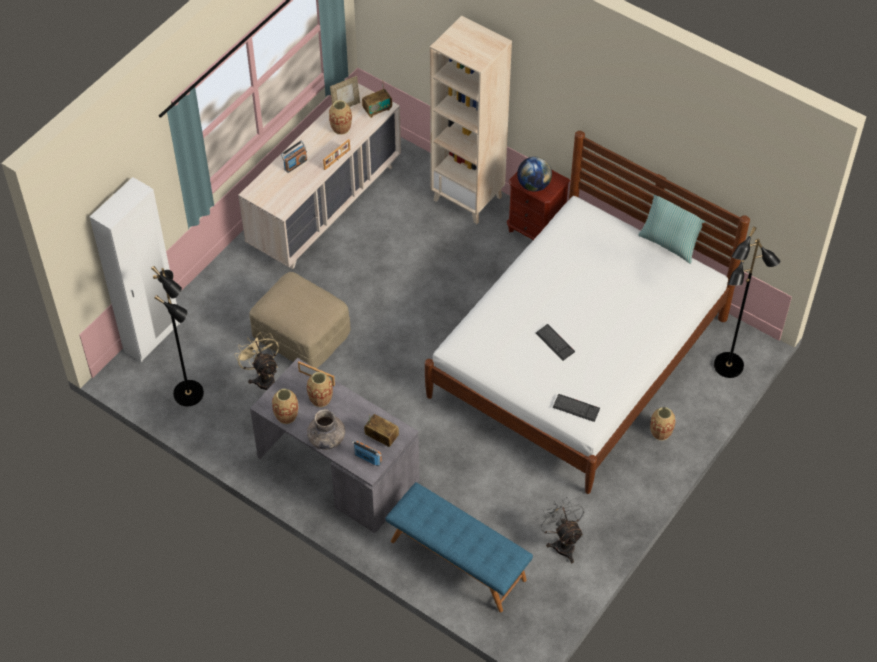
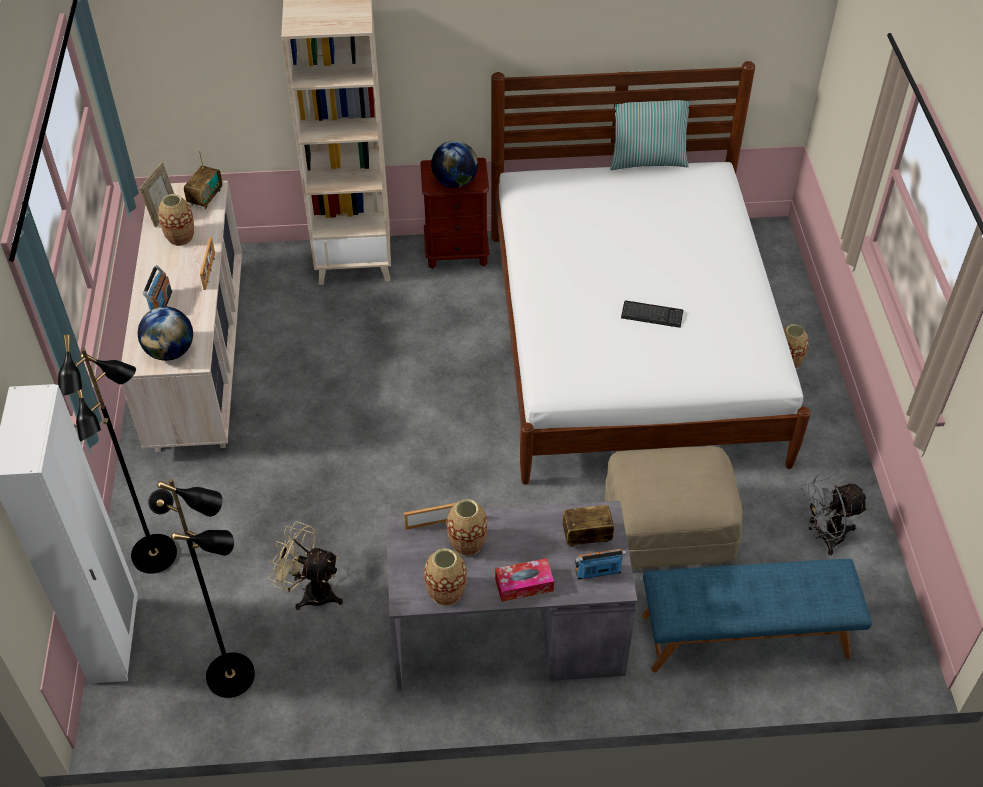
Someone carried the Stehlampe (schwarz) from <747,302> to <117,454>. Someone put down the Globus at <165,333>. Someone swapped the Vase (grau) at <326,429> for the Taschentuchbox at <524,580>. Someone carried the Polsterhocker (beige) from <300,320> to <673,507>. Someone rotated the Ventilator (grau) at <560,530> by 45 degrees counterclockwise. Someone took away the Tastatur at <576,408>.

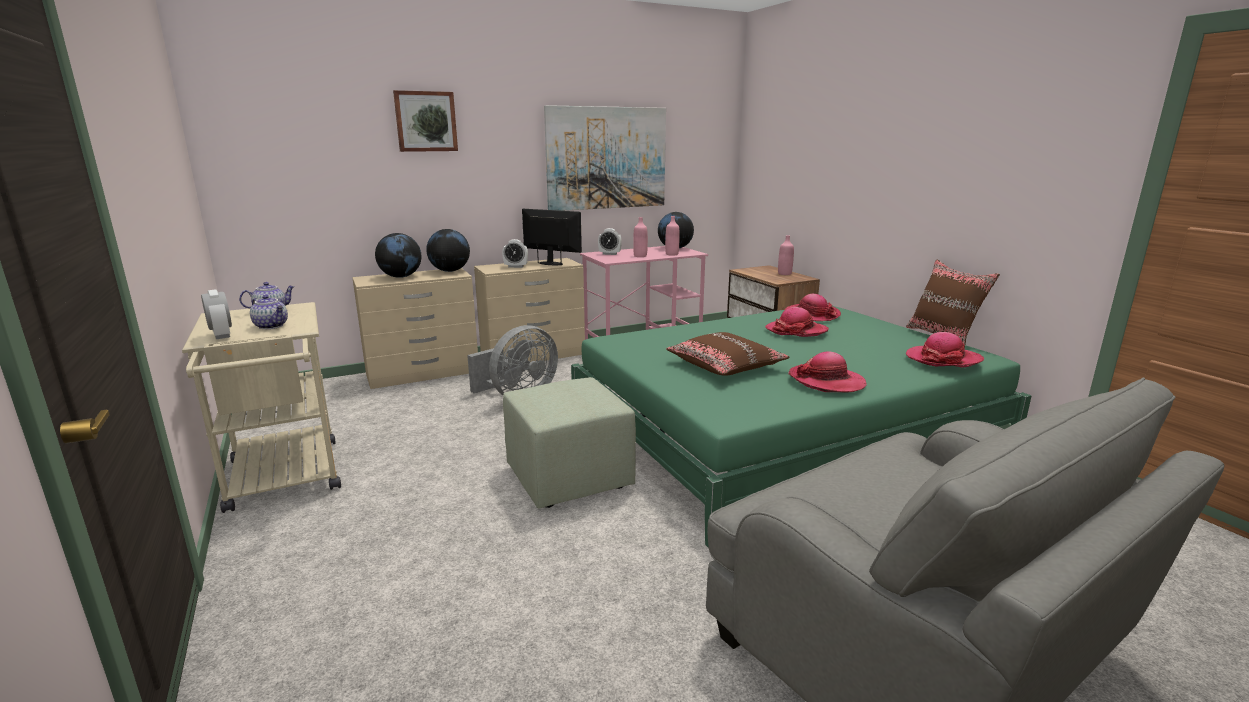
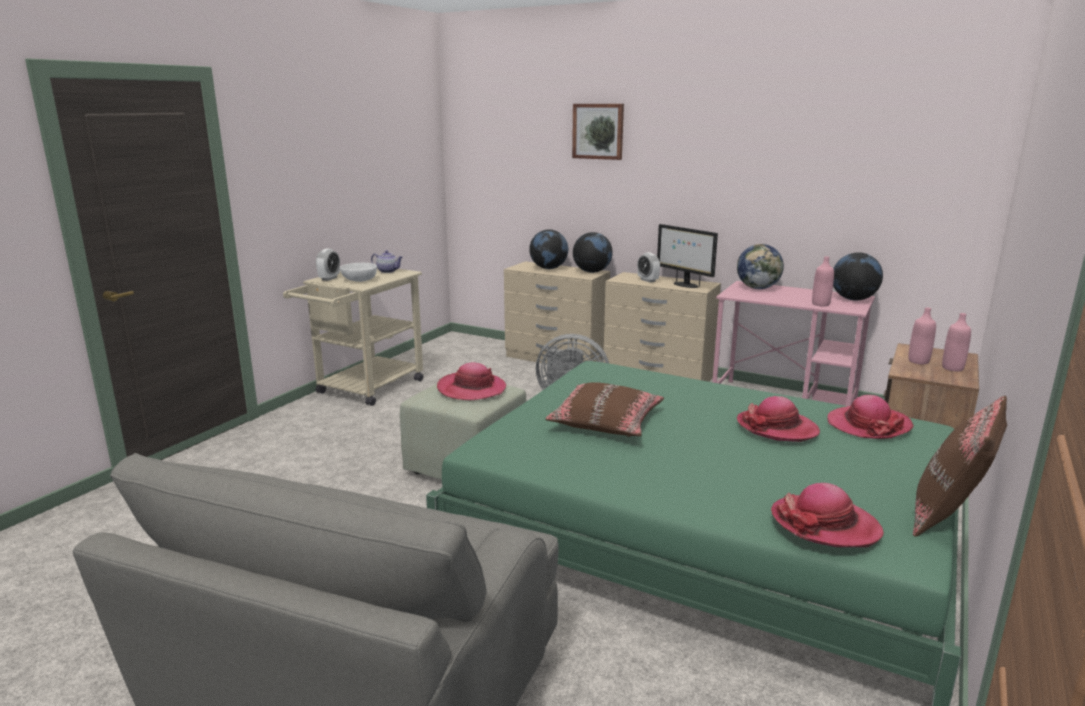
Someone swapped the Teekanne at <269,312> for the Schüssel (weiß) at <358,272>. Someone carried the Hut from <827,372> to <471,381>. Someone rotated the Monitor at <552,237> by 150 degrees clockwise. Someone swapped the Wecker at <610,241> for the Globus at <760,266>. Someone carried the Flasche (rosa) from <640,237> to <922,336>. Someone took away the Bild at <605,158>.

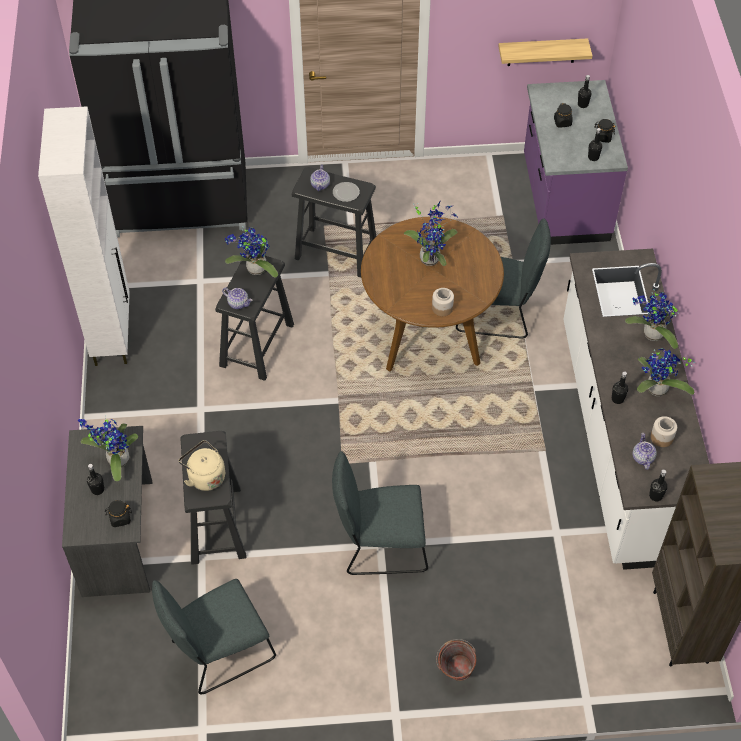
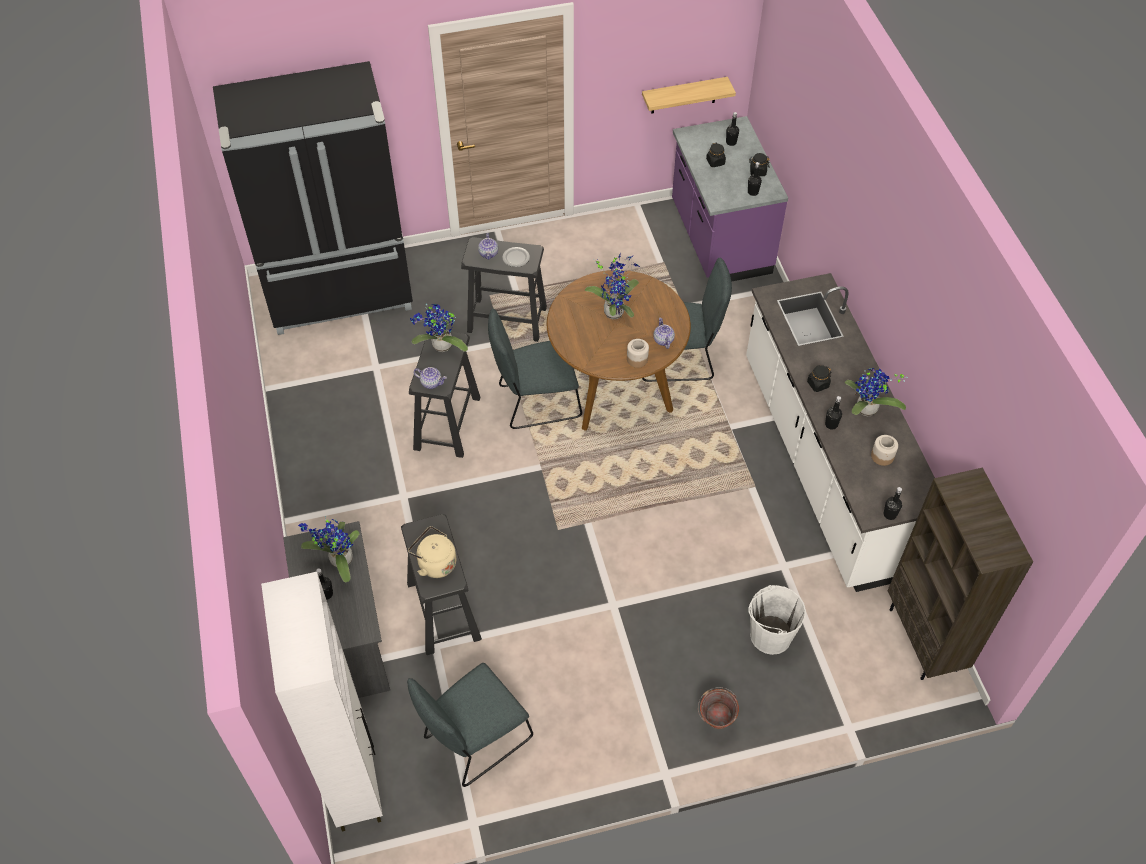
Someone carried the Schrank (weiß) from <84,236> to <322,701>. Someone carried the Stuhl (grau) from <380,513> to <535,369>. Someone carried the Teekanne from <645,451> to <664,333>. Someone put down the Eimer (weiß) at <777,620>. Someone carried the Vorratsglas (schwarz) from <118,513> to <819,378>. Someone took away the Topfpflanze at <652,319>.

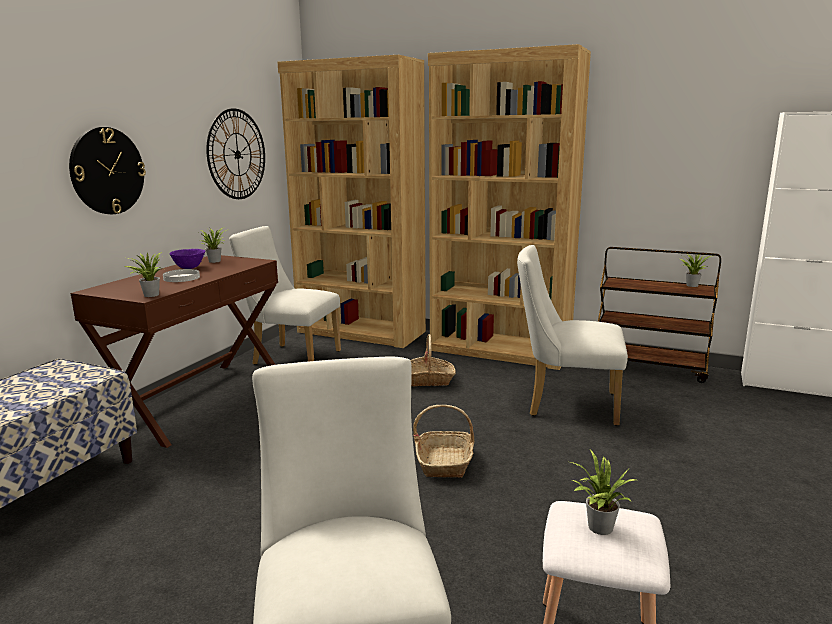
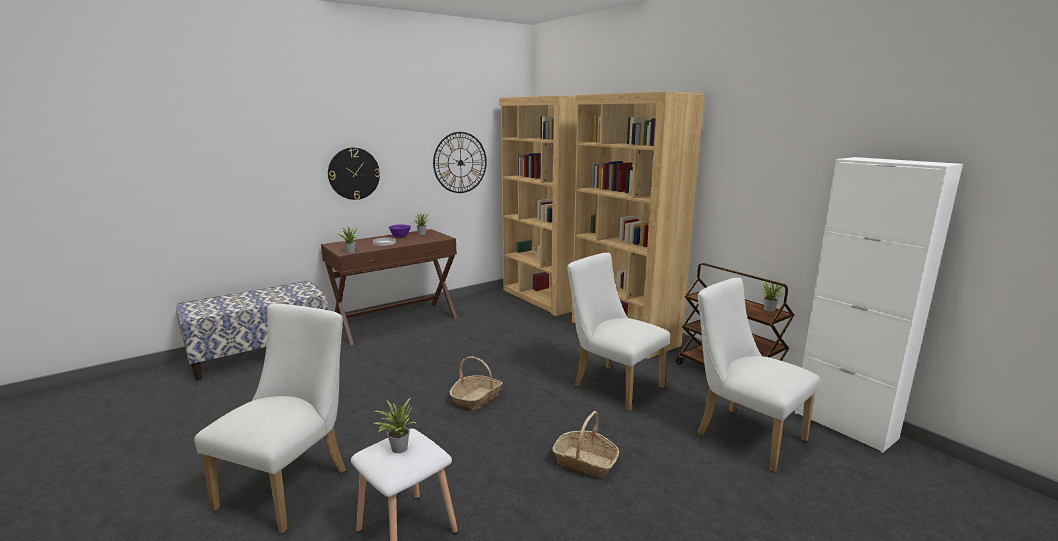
Someone carried the Korb from <433,360> to <585,444>. Someone carried the Stuhl (weiß) from <285,295> to <759,375>.

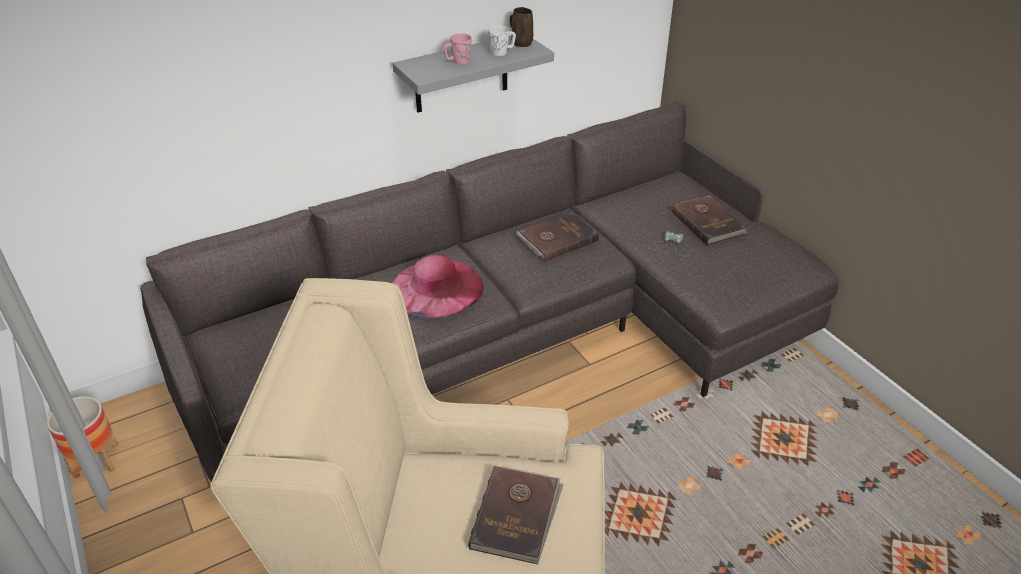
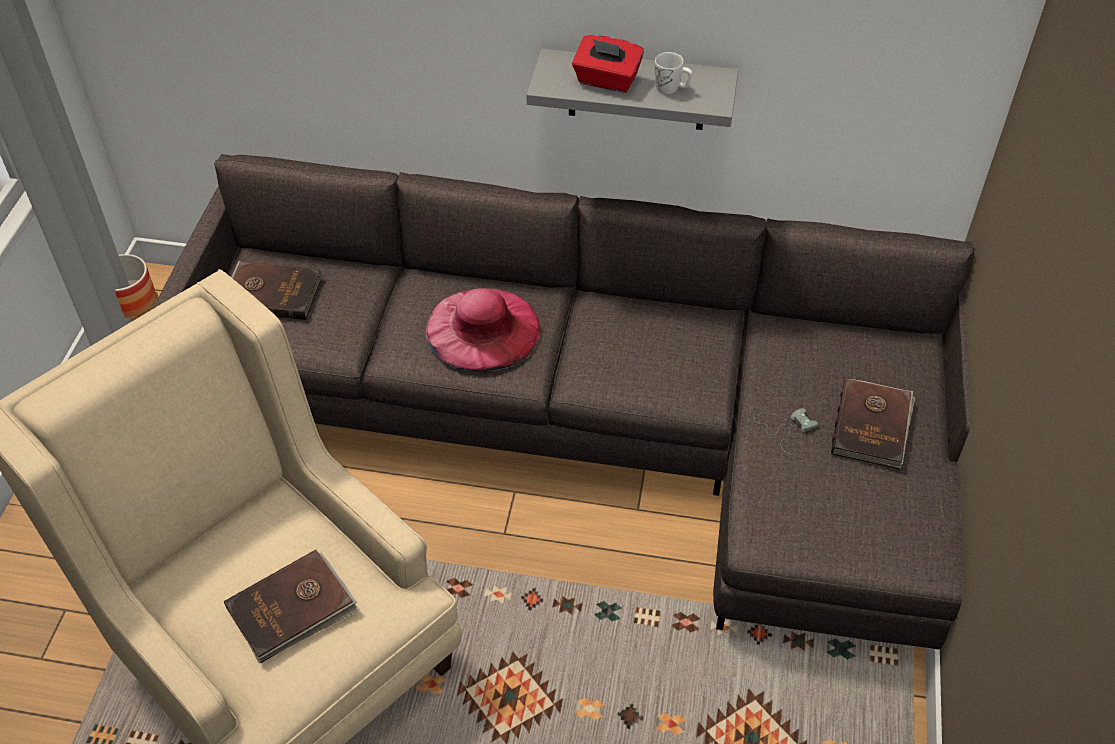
Someone carried the Buch (braun) from <557,236> to <277,290>. Someone swapped the Henkelbecher (rosa) at <457,49> for the Taschentuchbox (rot) at <608,64>. Someone took away the Henkelbecher (braun) at <521,27>.

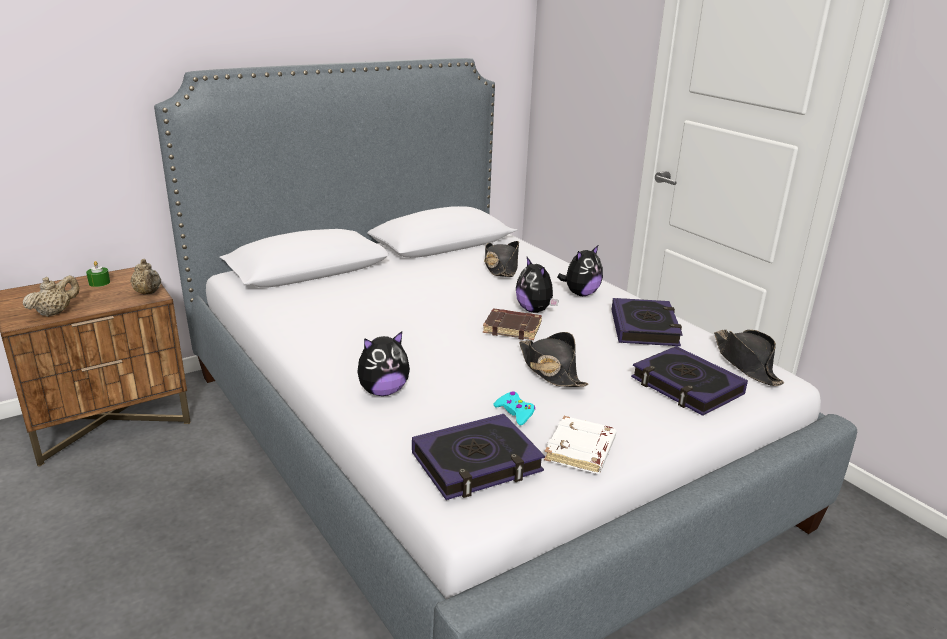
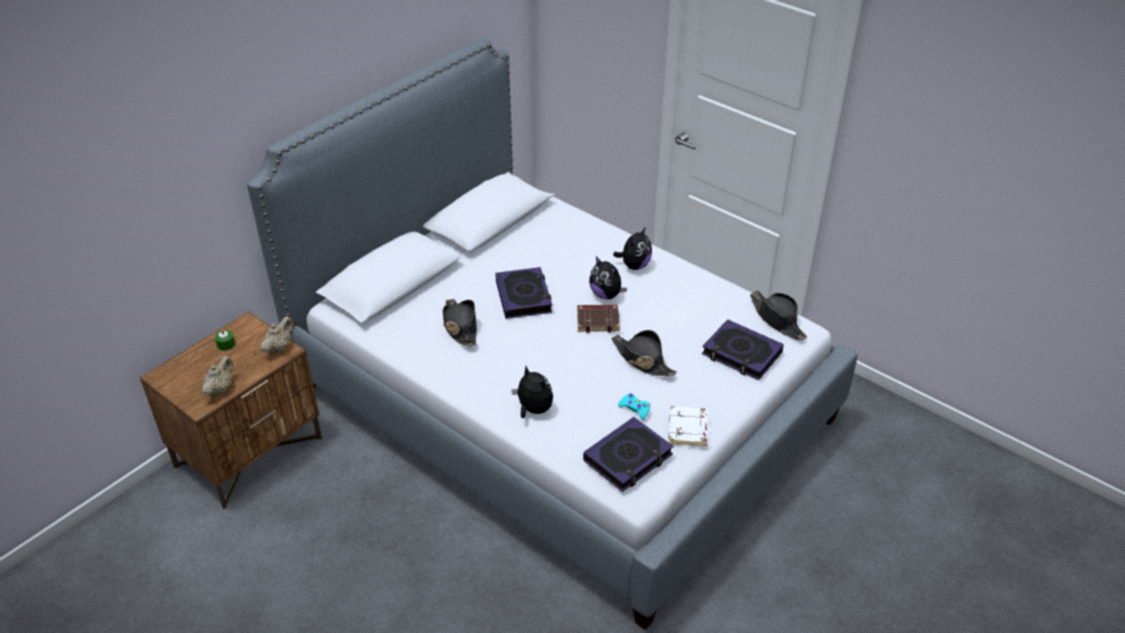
Someone rotated the Teekanne (beige) at <145,276> by 105 degrees counterclockwise. Someone carried the Hut (schwarz) from <501,259> to <459,323>. Someone carried the Buch from <647,322> to <523,293>. Someone rotated the Plüschtier at <383,363> by 90 degrees counterclockwise.

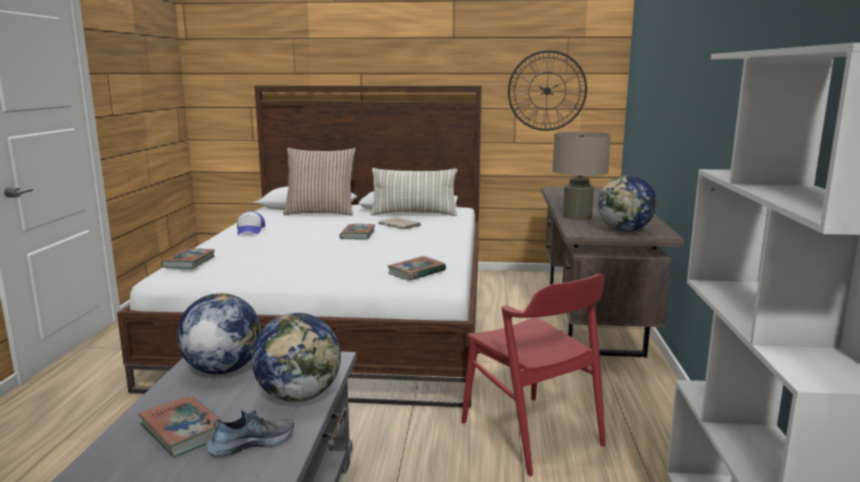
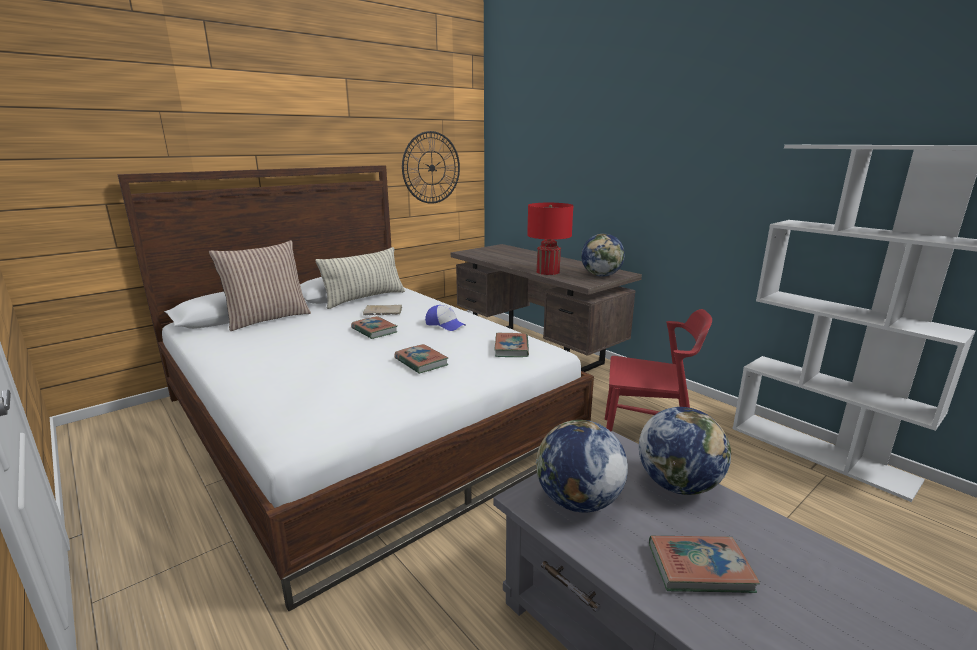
Someone carried the Buch from <188,258> to <421,359>. Someone carried the Kappe from <251,223> to <445,318>. Someone repainted the Tischlampe (beige) at <581,176>, which became the Tischlampe (rot) at <550,239>. Someone took away the Schuh at <250,433>.

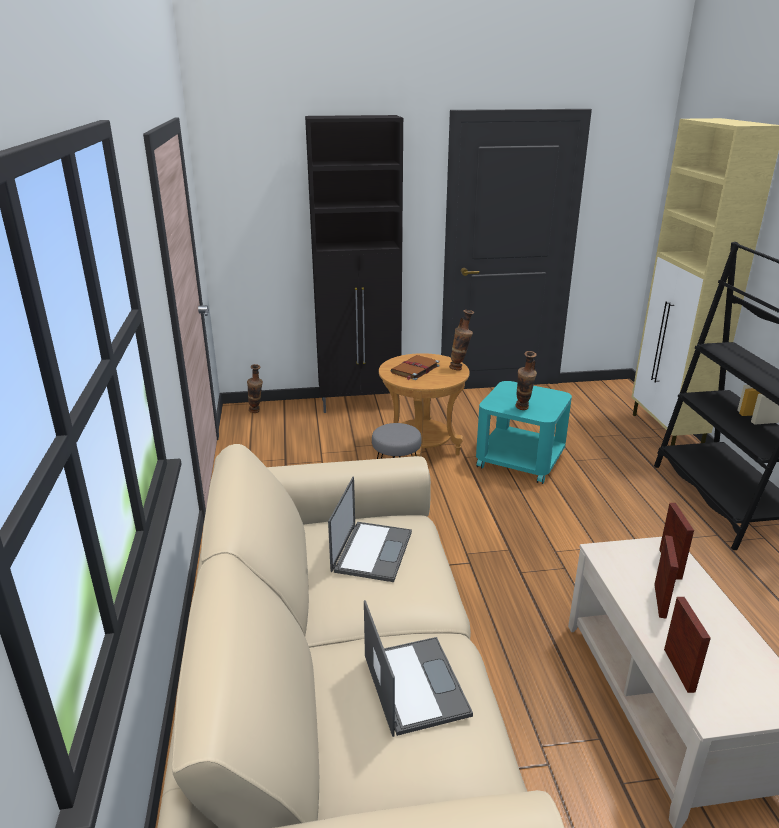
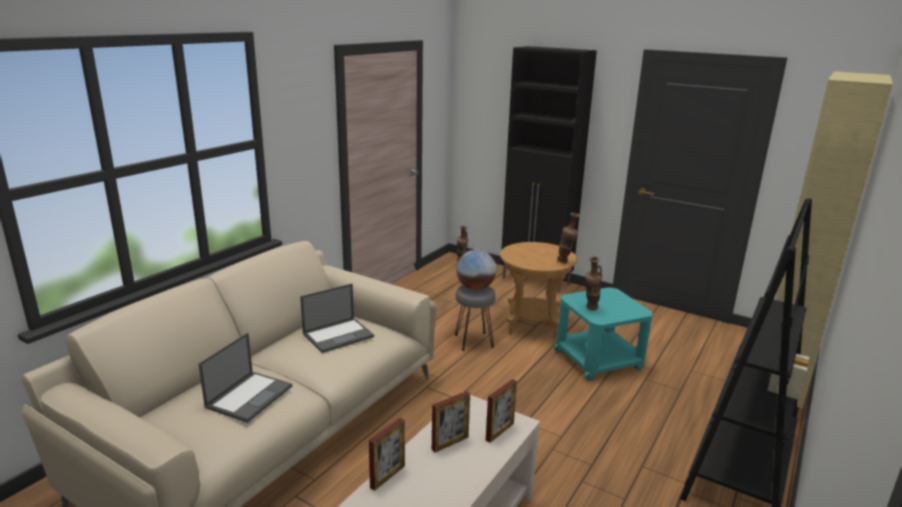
Someone put down the Globus at <476,270>. Someone took away the Buch (braun) at <415,367>.

